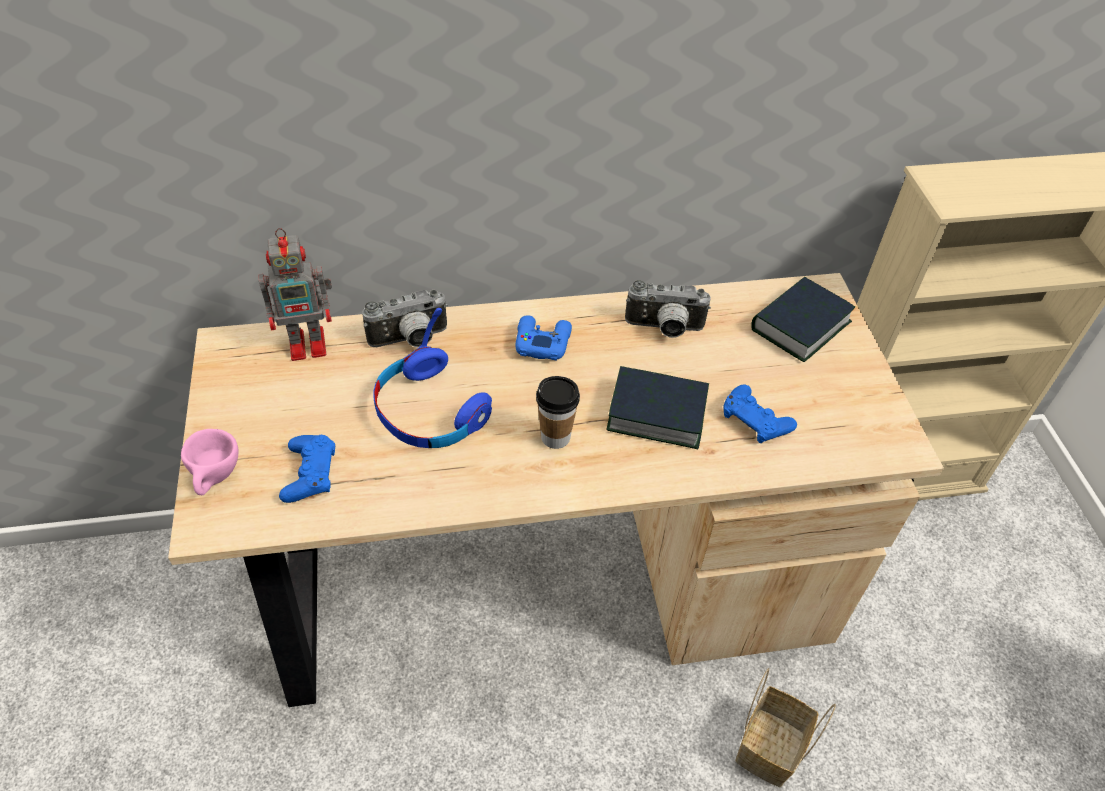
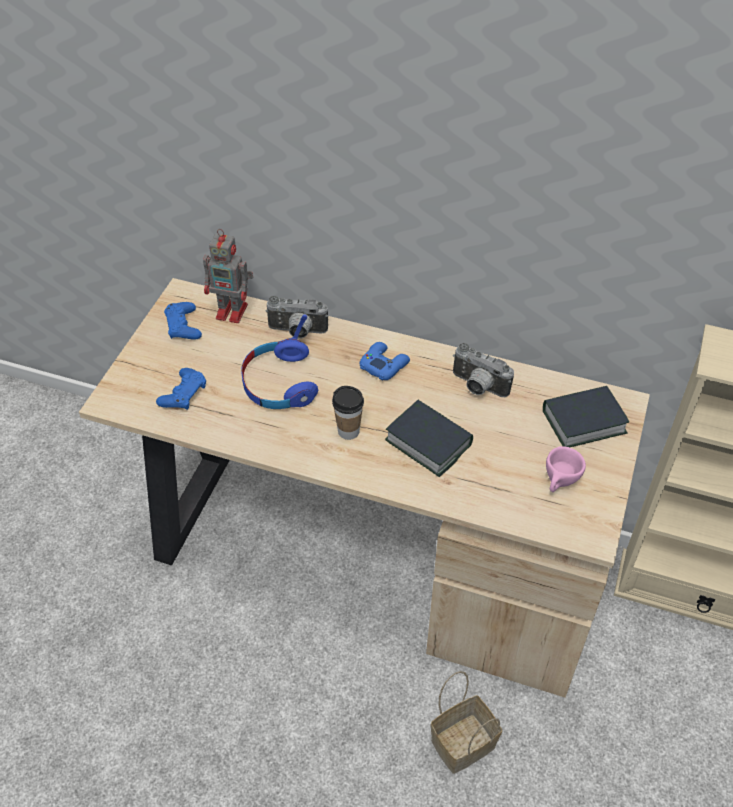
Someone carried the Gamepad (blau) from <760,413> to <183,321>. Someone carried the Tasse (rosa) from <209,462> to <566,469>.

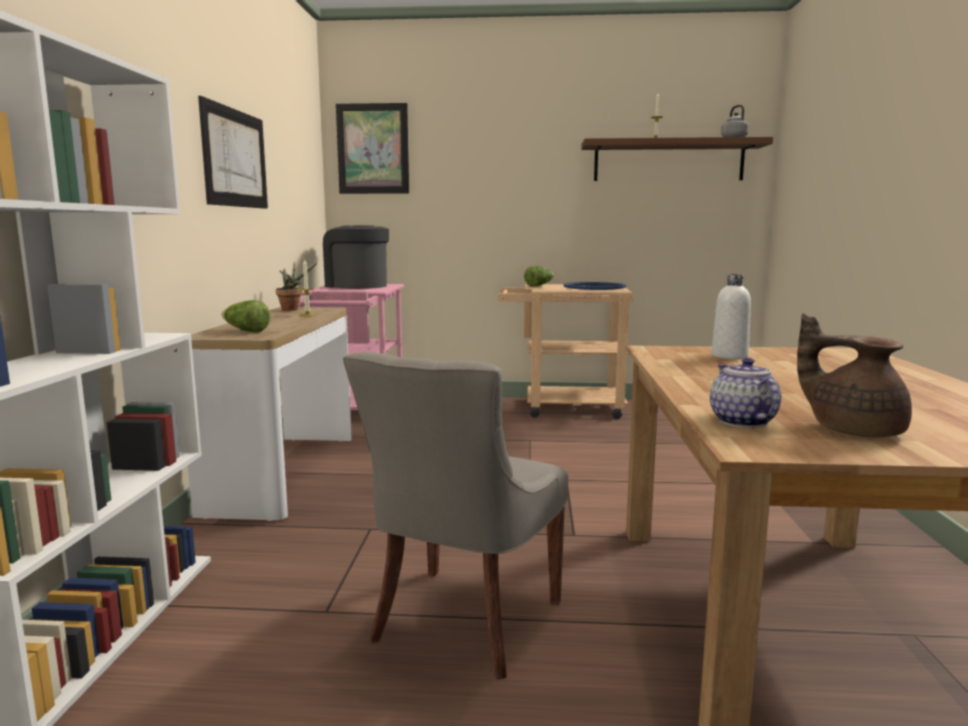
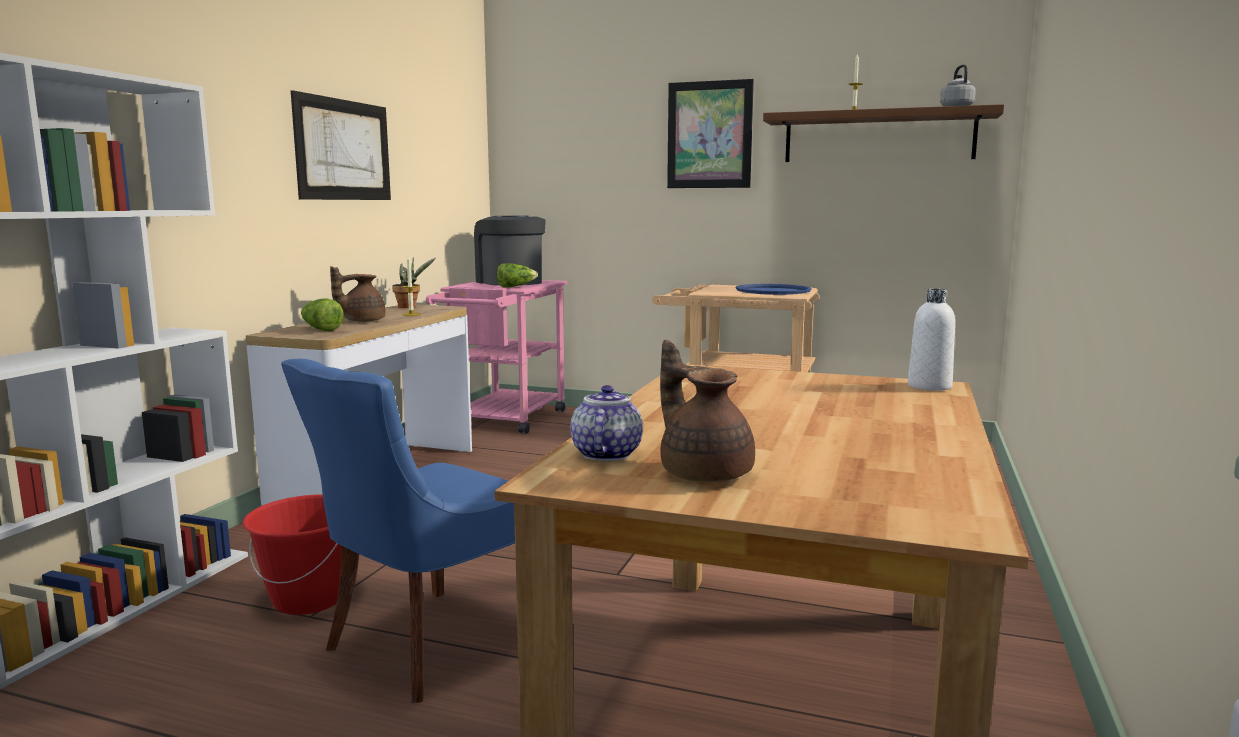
Someone put down the Eimer (rot) at <292,554>. Someone repainted the Stuhl (grau) at <455,516>, which became the Stuhl (blau) at <398,531>. Someone put down the Teekanne (braun) at <358,294>. Someone carried the Salatkopf from <539,276> to <517,276>. Someone carried the Bild from <372,148> to <710,133>. Someone carried the Flasche (weiß) from <731,316> to <931,340>.

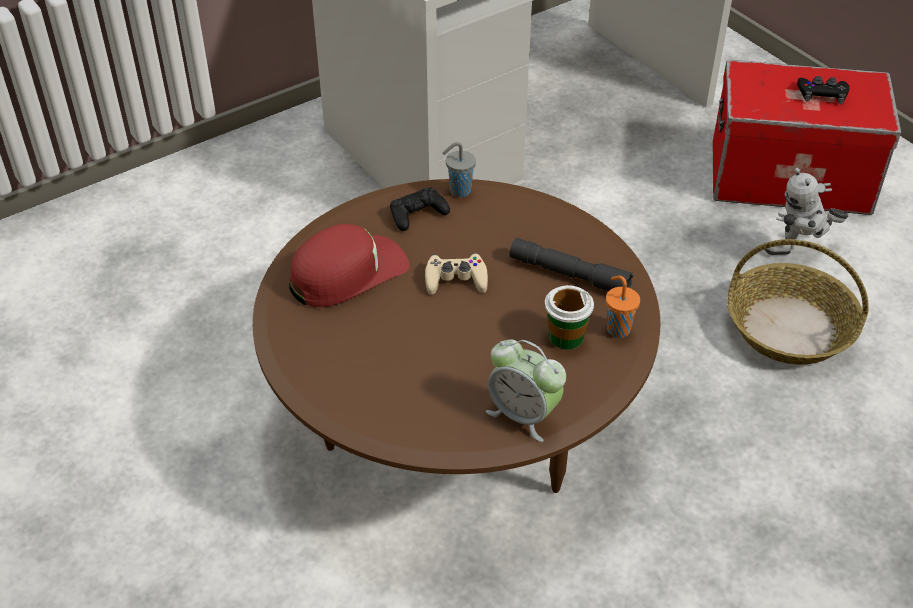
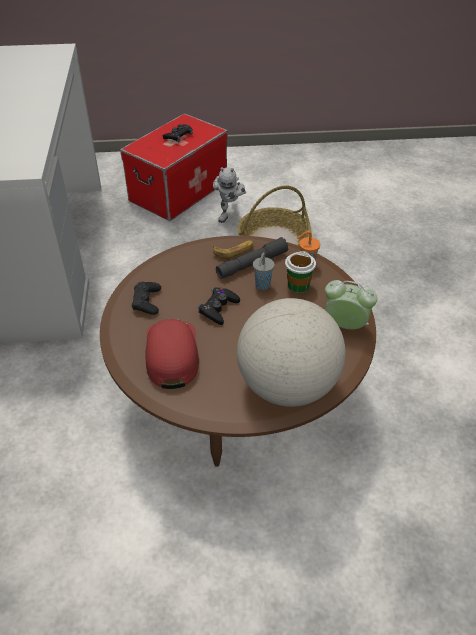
Someone repainted the Gamepad (beige) at <456,274>, which became the Gamepad (schwarz) at <219,306>. Someone put down the Banane at <233,249>. Someone put down the Globus at <291,352>. Someone carried the Tasse (grau) from <459,169> to <264,271>. Someone rotated the Wecker at <526,390> by 135 degrees counterclockwise.

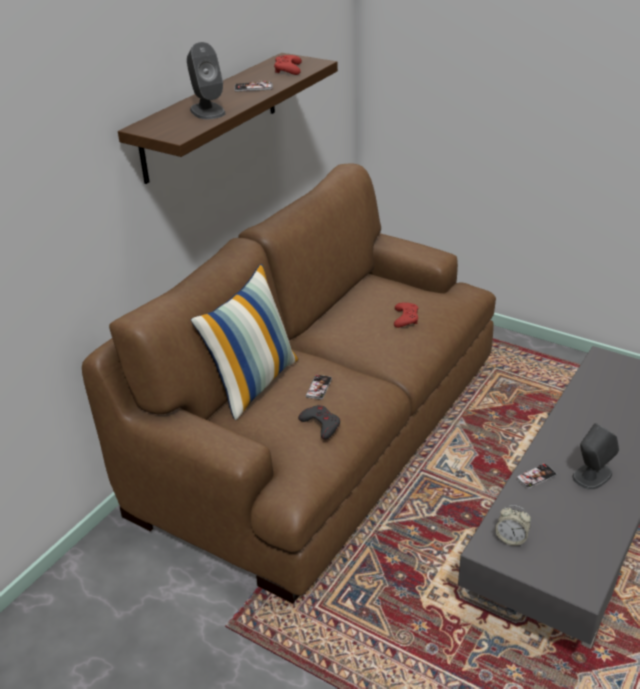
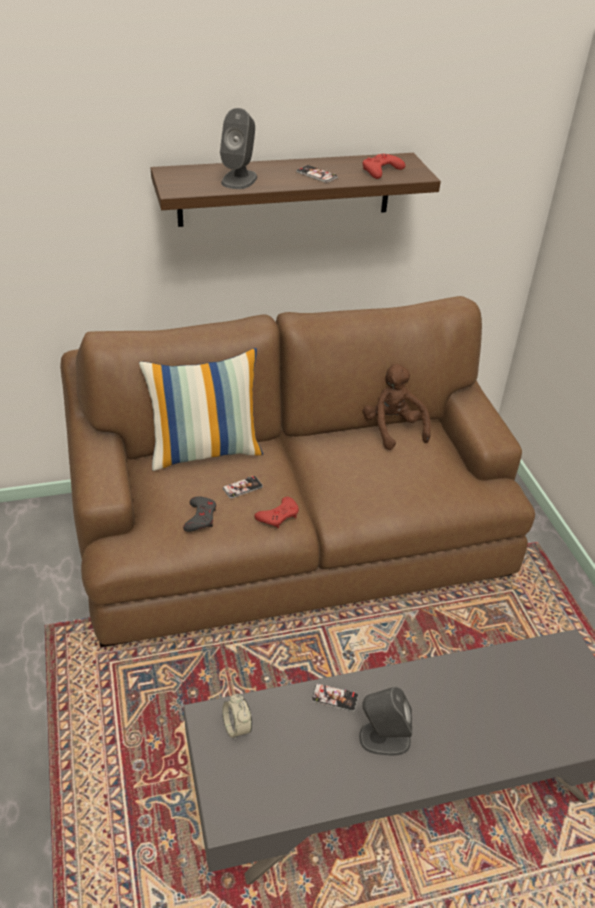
Someone carried the Gamepad (rot) from <406,315> to <276,512>. Someone put down the Plüschtier (braun) at <397,407>.

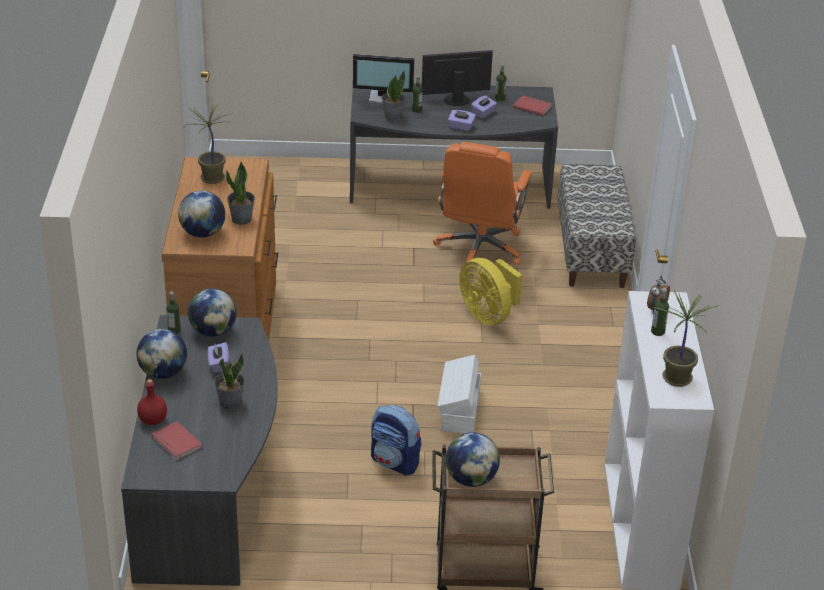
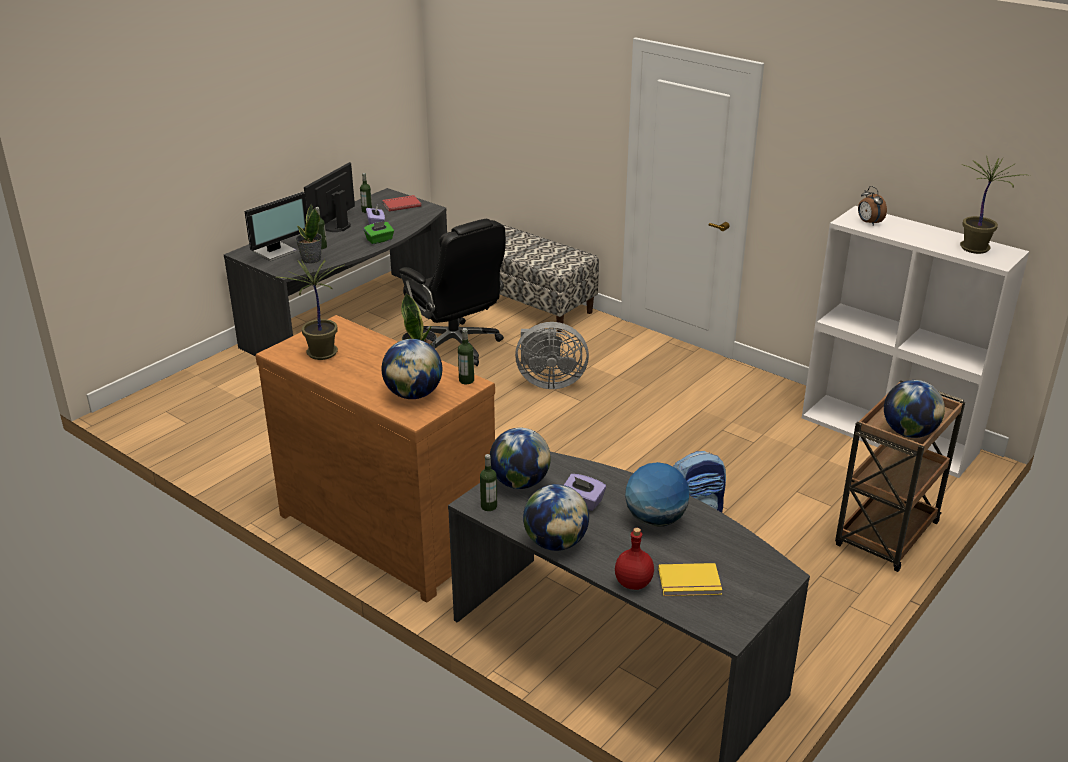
Someone repainted the Taschentuchbox (lila) at <462,120>, which became the Taschentuchbox (grün) at <379,232>. Someone repainted the Bürostuhl (orange) at <482,204>, which became the Bürostuhl (schwarz) at <452,292>. Someone carried the Flasche from <660,312> to <466,356>. Someone repainted the Ventilator (gelb) at <490,291>, which became the Ventilator (grau) at <552,355>. Someone swapped the Topfpflanze at <229,381> for the Globus at <657,494>. Someone repainted the Buch (rot) at <177,441>, which became the Buch (gelb) at <690,579>. Someone took away the Aufbewahrungsbox (weiß) at <459,394>.

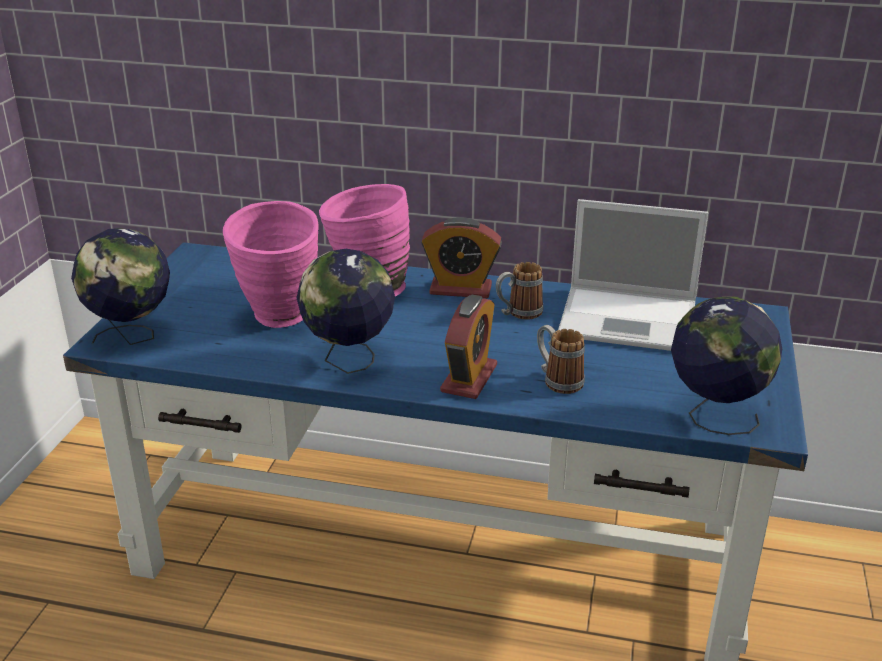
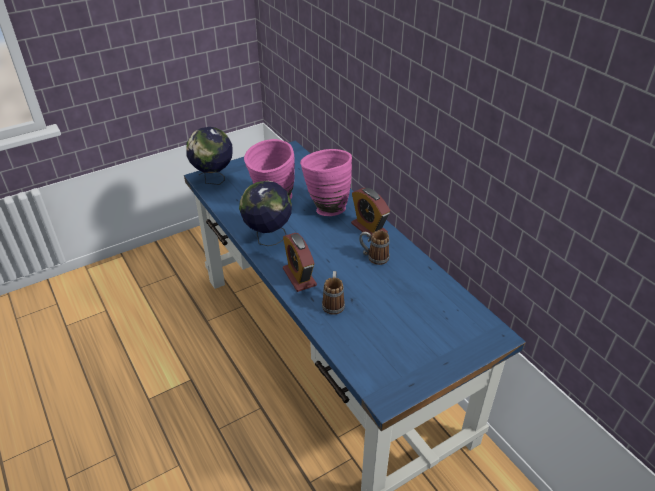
Someone rotated the Wecker at <468,347> by 90 degrees clockwise. Someone took away the Laptop at <633,275>. Someone took away the Globus at <726,366>.

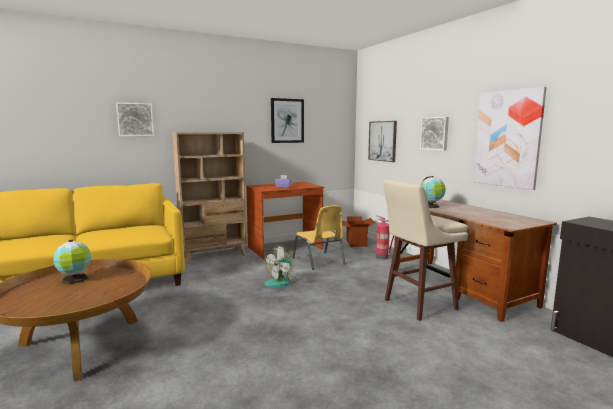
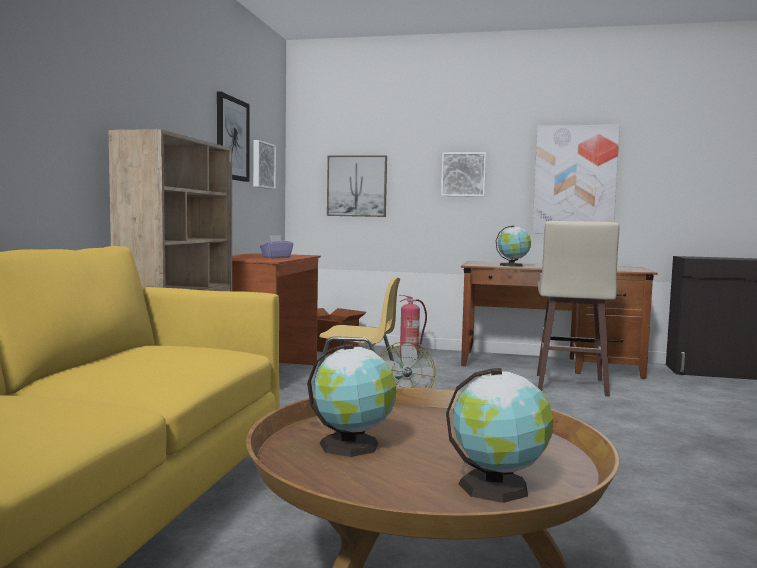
Someone carried the Bild from <135,119> to <264,164>. Someone put down the Globus at <499,435>.

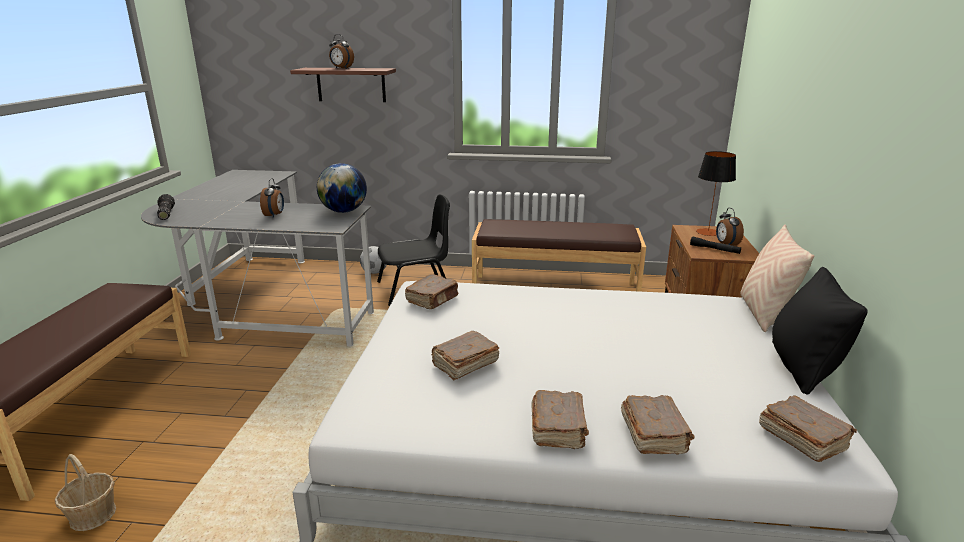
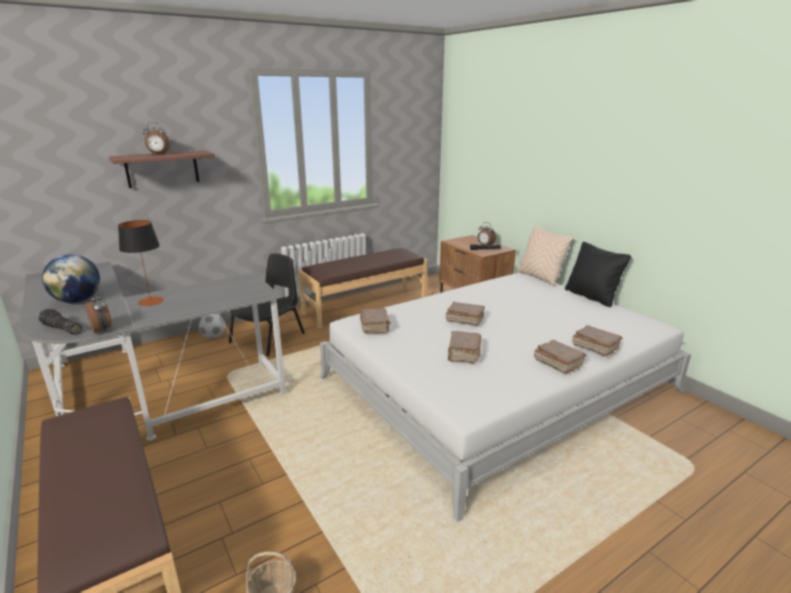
Someone carried the Globus from <342,188> to <71,278>. Someone carried the Wecker from <272,198> to <98,312>. Someone carried the Tischlampe from <716,193> to <141,263>. Someone carried the Buch (braun) from <808,428> to <465,314>.

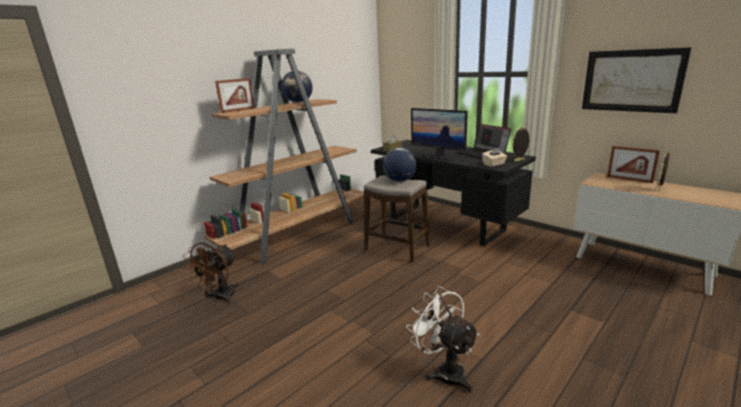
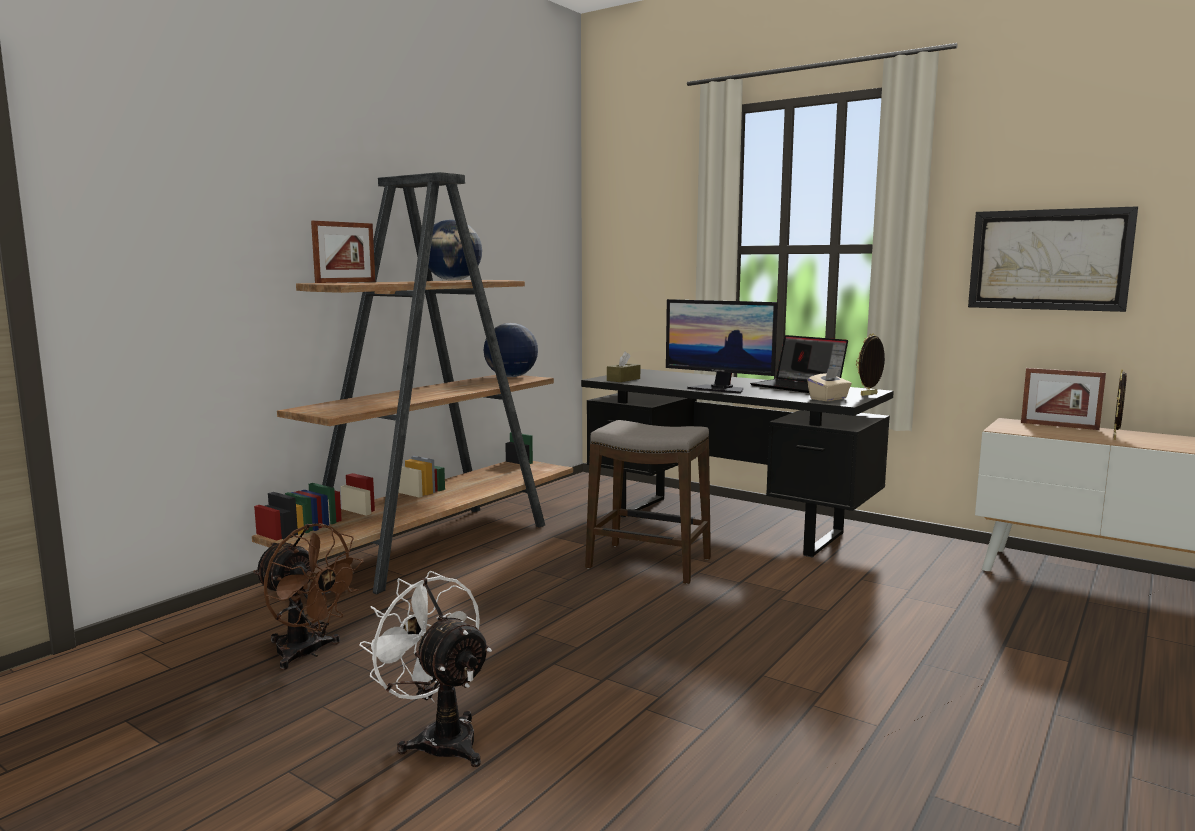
Someone rotated the Ventilator (braun) at <210,273> by 75 degrees counterclockwise. Someone carried the Ventilator (weiß) from <443,339> to <425,669>. Someone carried the Globus from <400,165> to <511,350>.

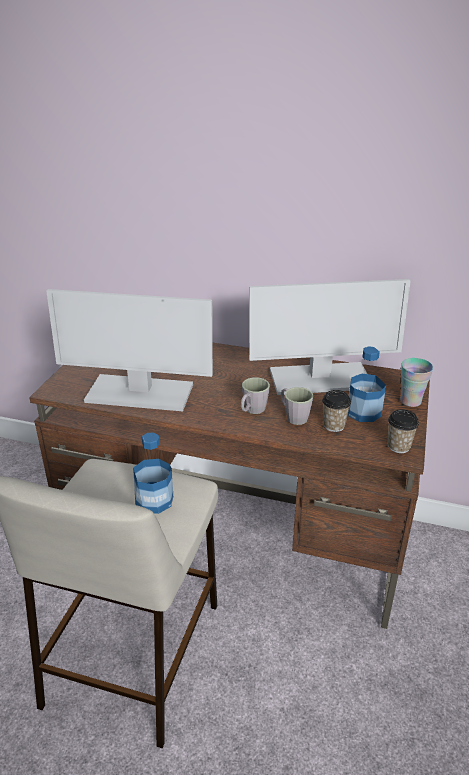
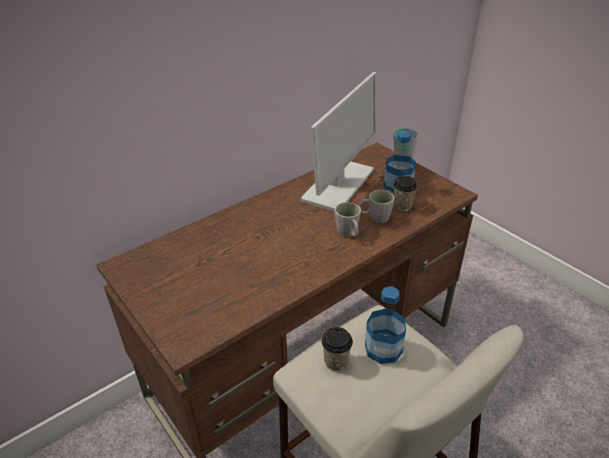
Someone carried the Tasse from <403,431> to <337,349>. Someone took away the Monitor at <129,350>.

